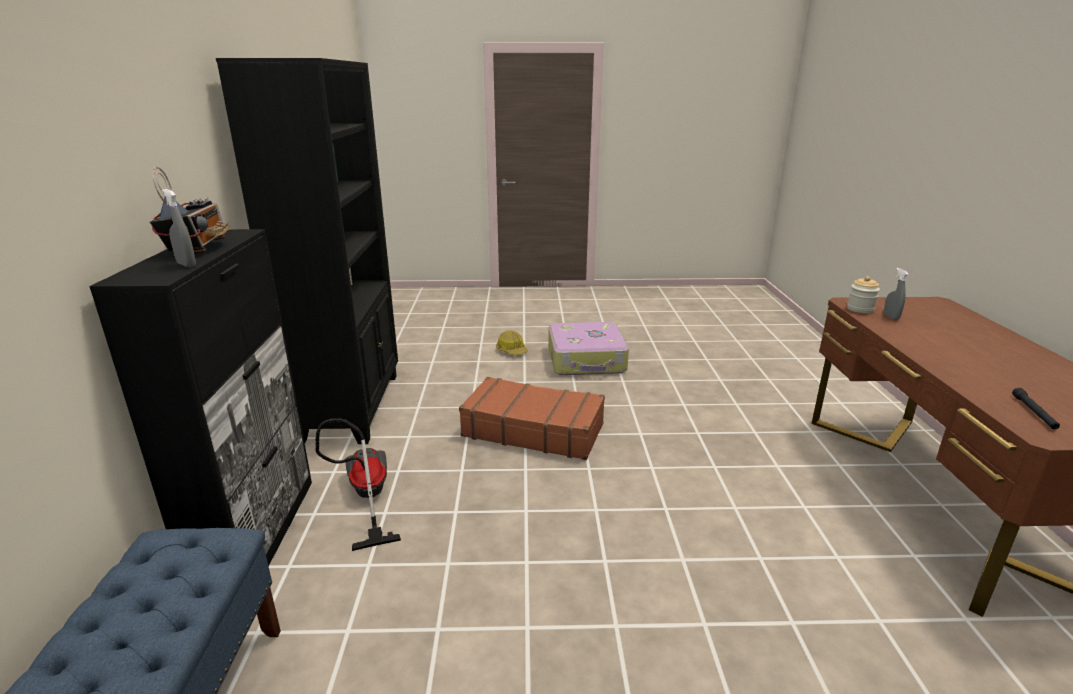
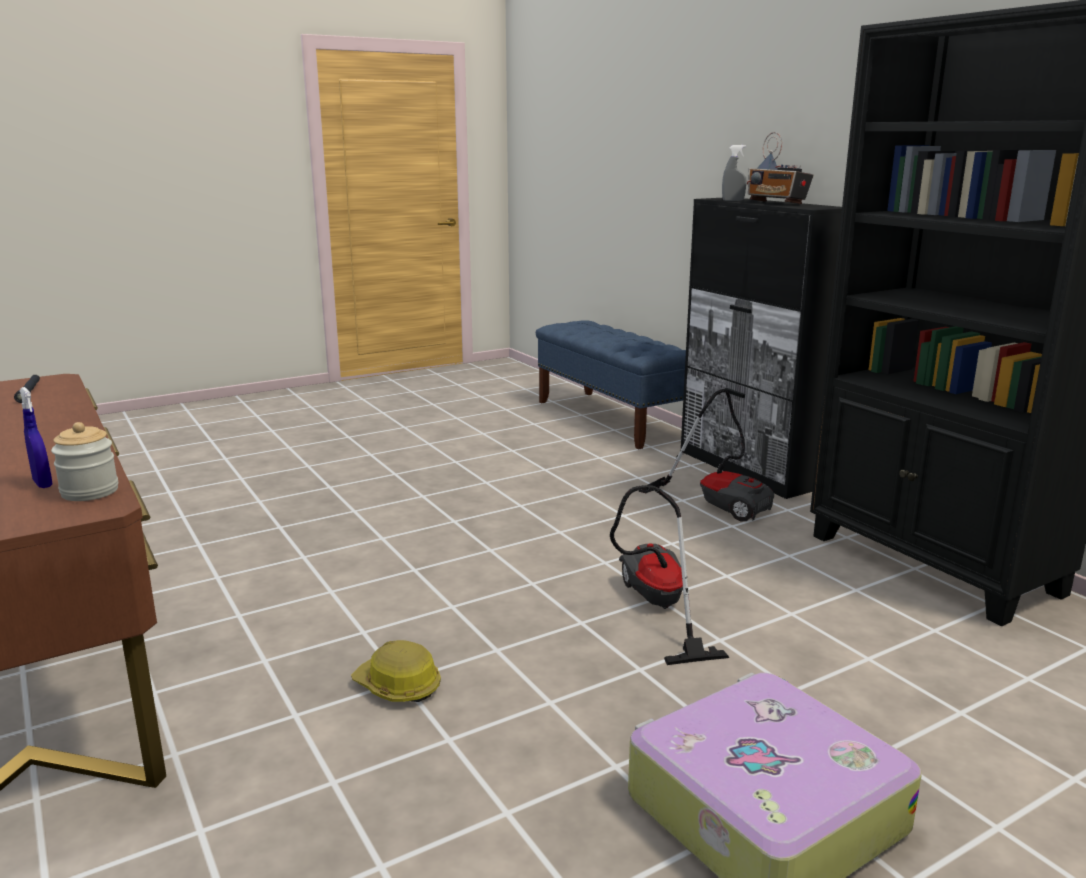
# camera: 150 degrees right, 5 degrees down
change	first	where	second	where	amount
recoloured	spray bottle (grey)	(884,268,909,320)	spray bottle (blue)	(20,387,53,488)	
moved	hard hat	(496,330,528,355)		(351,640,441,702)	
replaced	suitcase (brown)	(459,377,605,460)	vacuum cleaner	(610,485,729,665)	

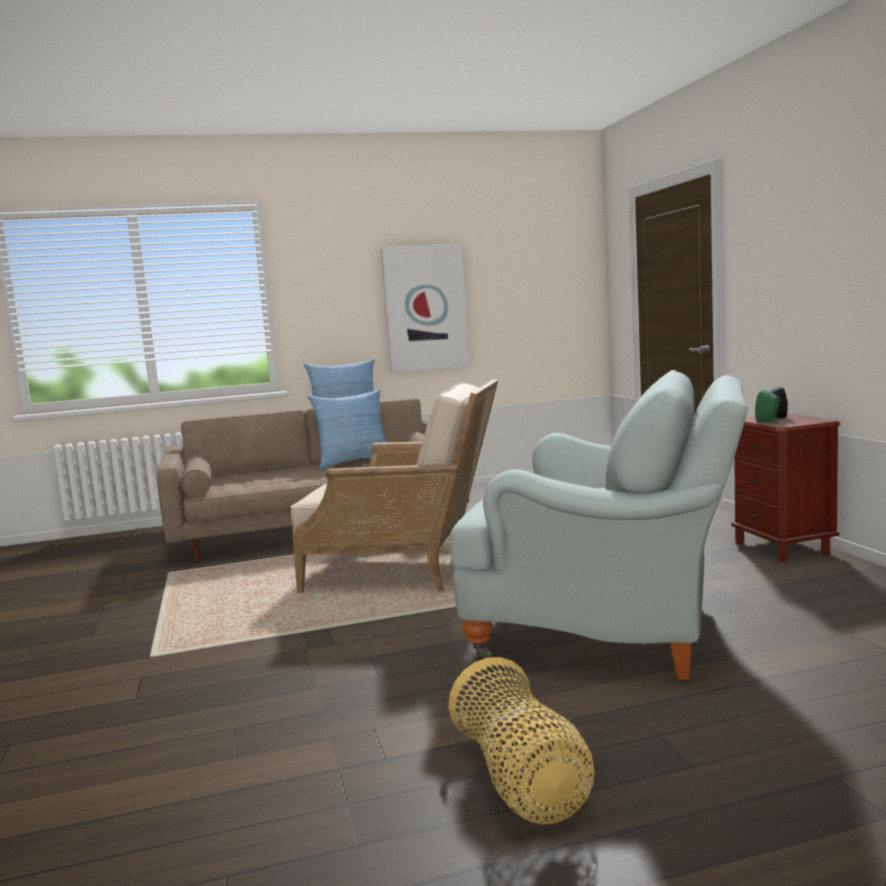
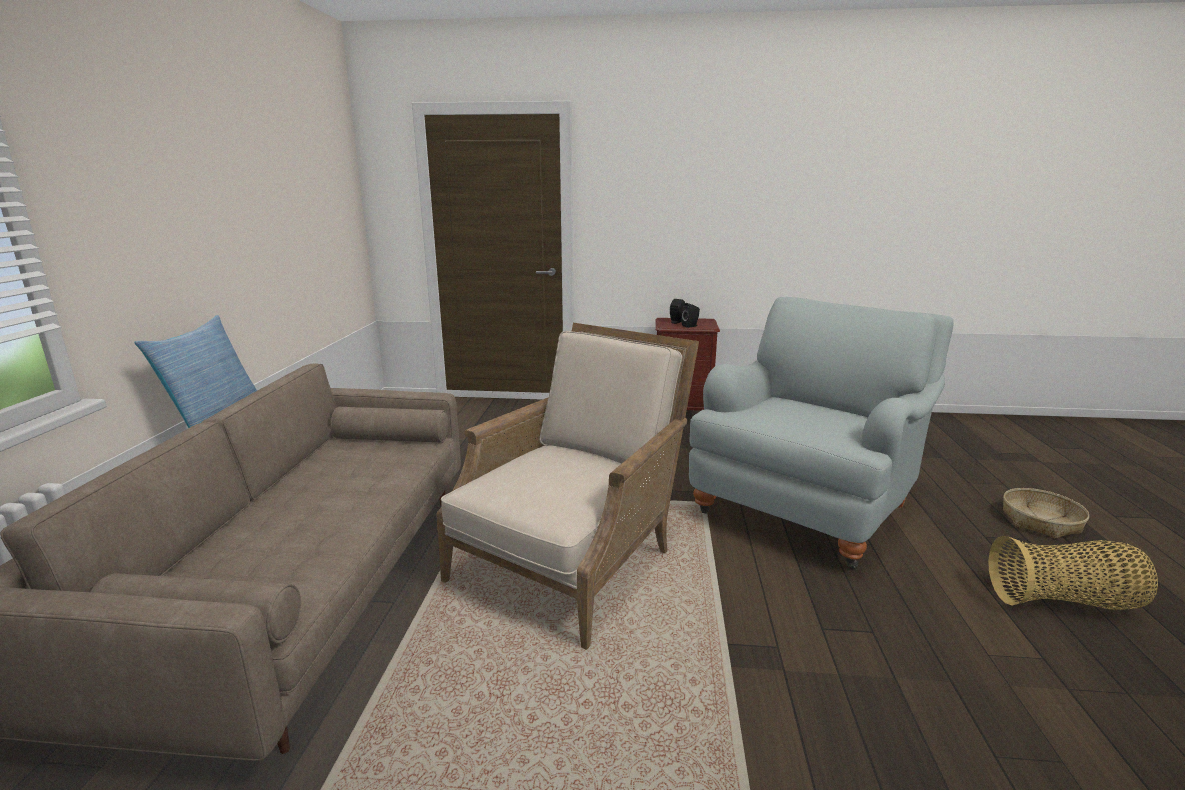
# camera: 70 degrees left, 10 degrees up
change	first	where	second	where	amount
removed	picture	(381,243,470,373)			
removed	pillow	(308,389,386,469)			
recoloured	speaker (green)	(755,390,781,423)	speaker (black)	(681,303,700,328)	
added			basket	(1003,488,1089,539)	

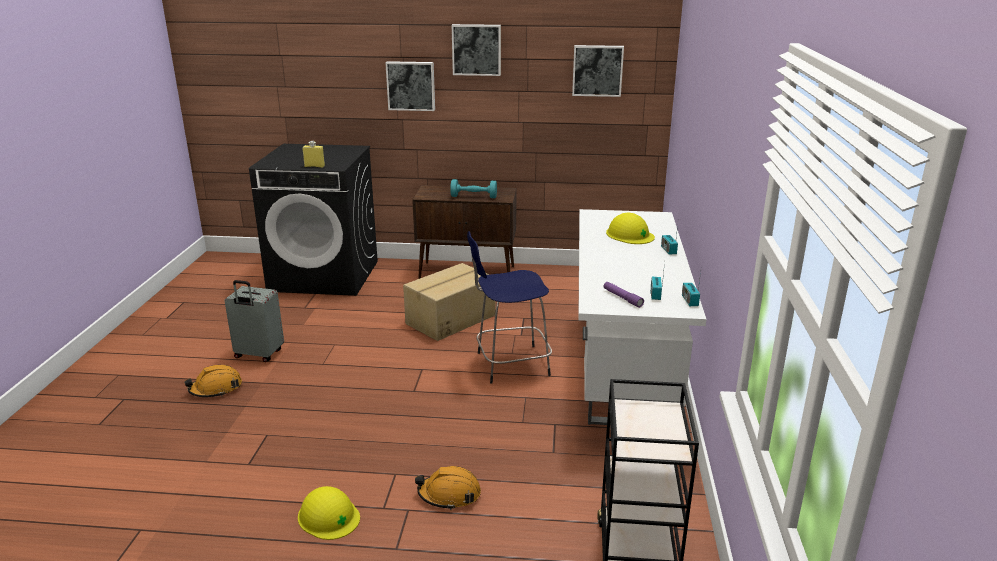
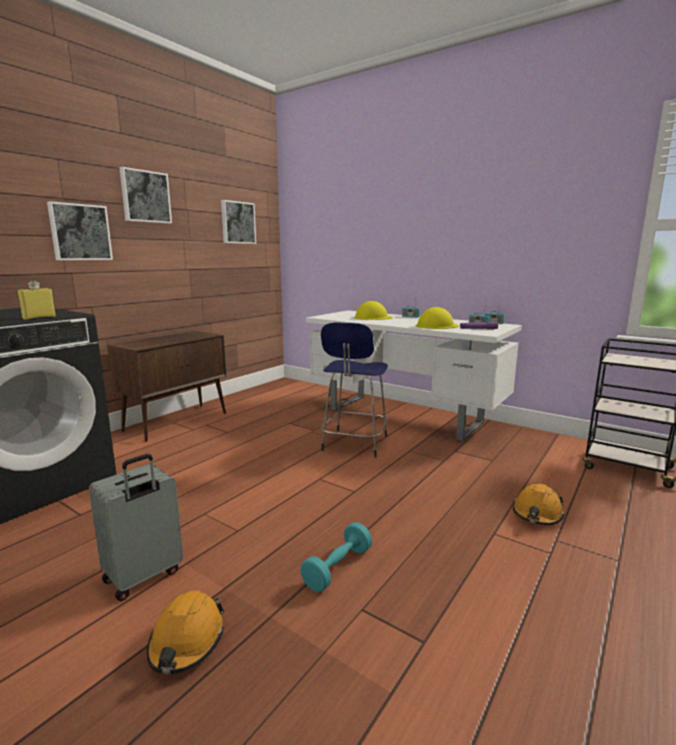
# camera: 60 degrees left, 10 degrees down
change	first	where	second	where	amount
moved	dumbbell (turquoise)	(450,179,497,198)		(300,522,372,592)	
removed	cardboard box	(403,263,496,341)			
moved	hard hat (yellow)	(298,486,360,540)		(416,307,459,329)	

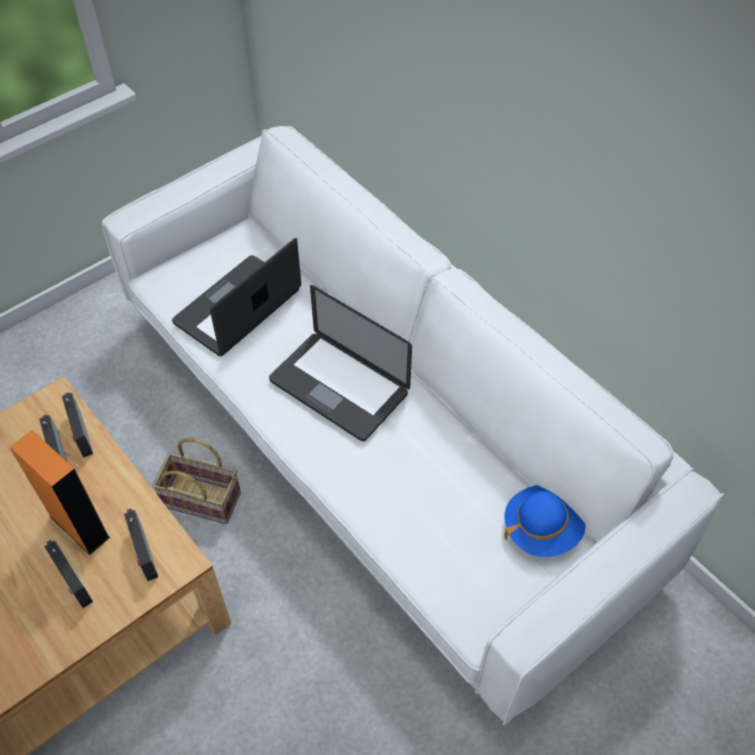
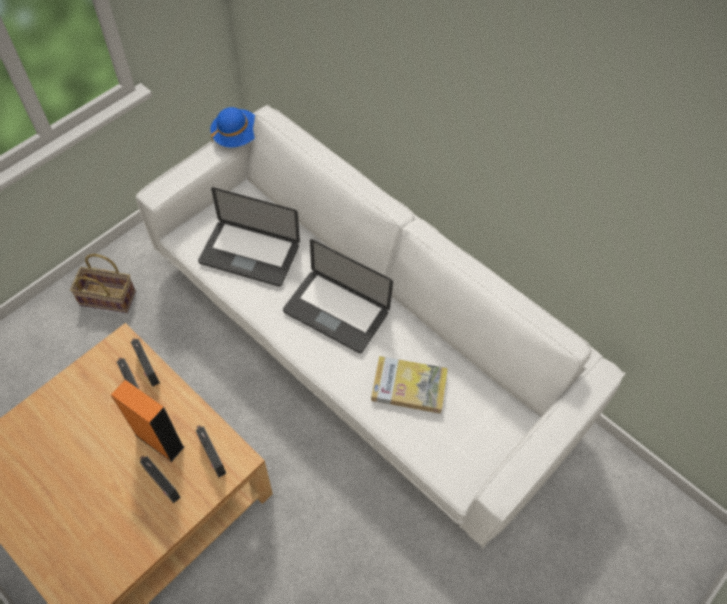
# camera: 10 degrees left, 5 degrees up
change	first	where	second	where	amount
turned	laptop	(172,238,301,356)		(198,187,300,286)	105 degrees counterclockwise
moved	basket	(152,438,241,524)		(70,254,136,313)	
moved	hat (blue)	(504,485,586,557)		(210,107,255,148)	
added			book	(371,356,448,413)	

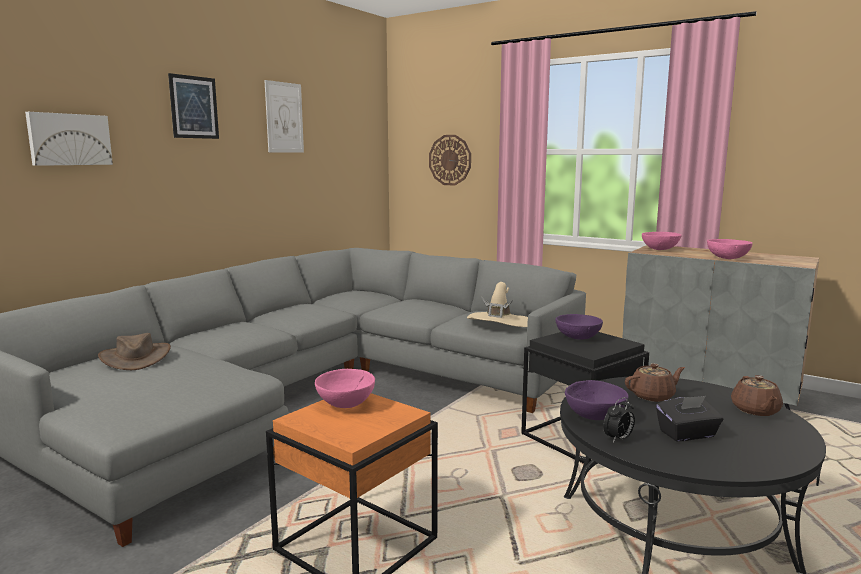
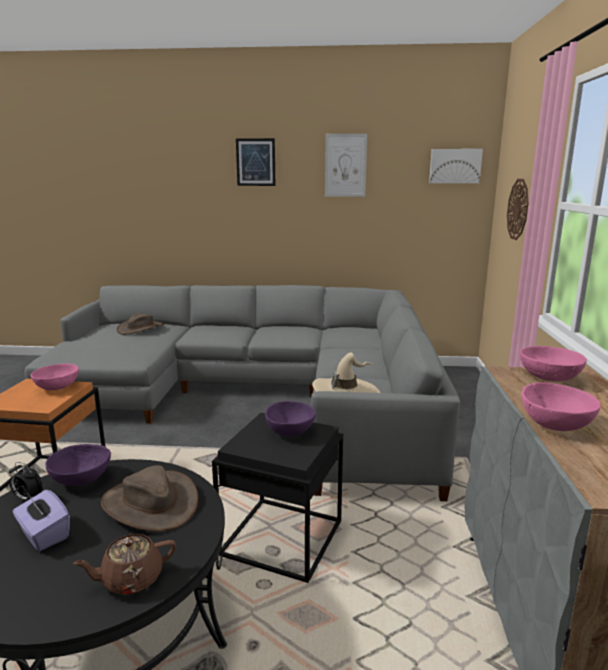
# camera: 60 degrees right, 5 degrees up
change	first	where	second	where	amount
moved	picture	(25,112,113,166)		(429,149,483,183)	
replaced	teapot (brown)	(625,363,685,402)	hat (brown)	(101,465,199,532)	
recoloured	tissue box (black)	(656,396,724,442)	tissue box (purple)	(13,490,70,551)	

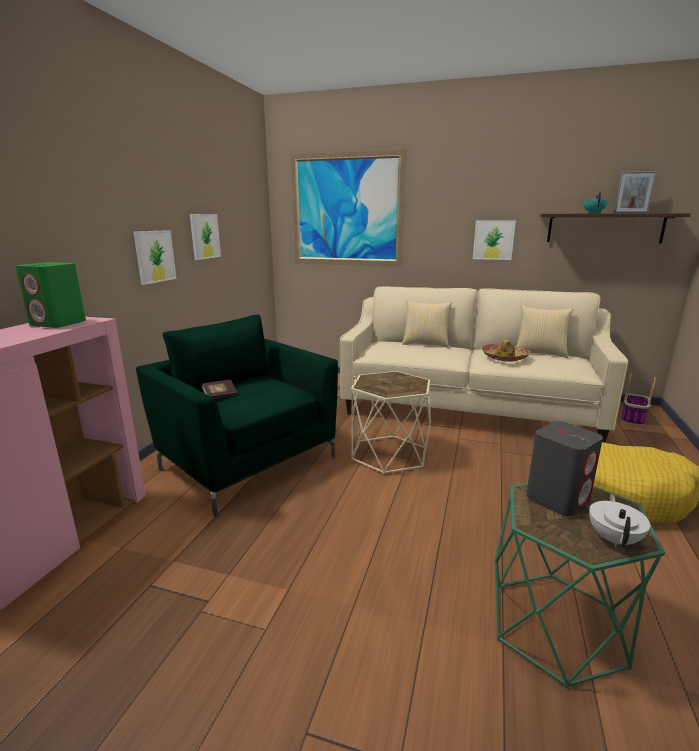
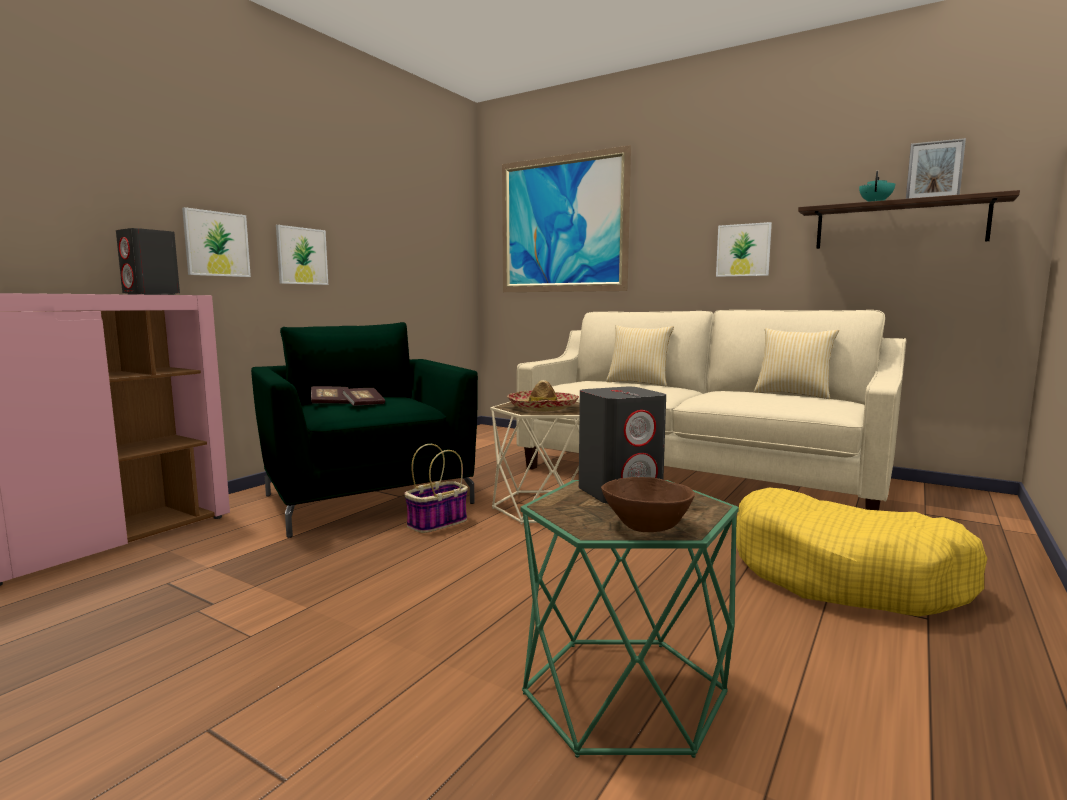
# camera: 15 degrees right, 10 degrees down
change	first	where	second	where	amount
moved	picture	(190,214,221,260)		(182,207,251,277)	
recoloured	speaker (green)	(15,262,86,328)	speaker (grey)	(116,228,180,295)	
moved	hat	(482,340,531,362)		(507,380,579,412)	
moved	basket	(622,373,656,426)		(404,444,468,533)	
replaced	teapot (white)	(589,494,650,548)	bowl (brown)	(601,477,695,532)	
added			book	(342,388,385,406)	

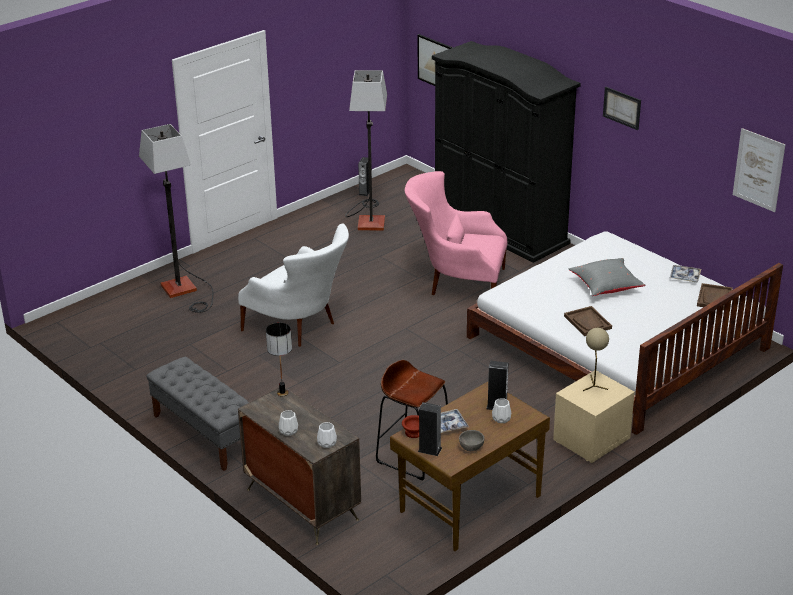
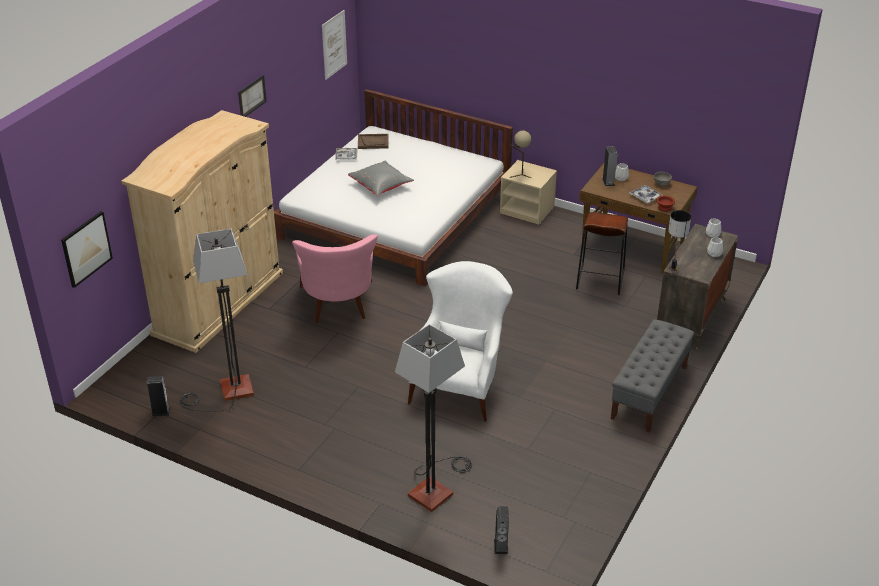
# camera: 110 degrees left, 5 degrees up
change	first	where	second	where	amount
recoloured	wardrobe (black)	(432,41,581,263)	wardrobe (beige)	(121,110,283,353)	
removed	tray (brown)	(564,306,612,336)			
moved	speaker	(418,402,442,456)		(494,506,509,554)	

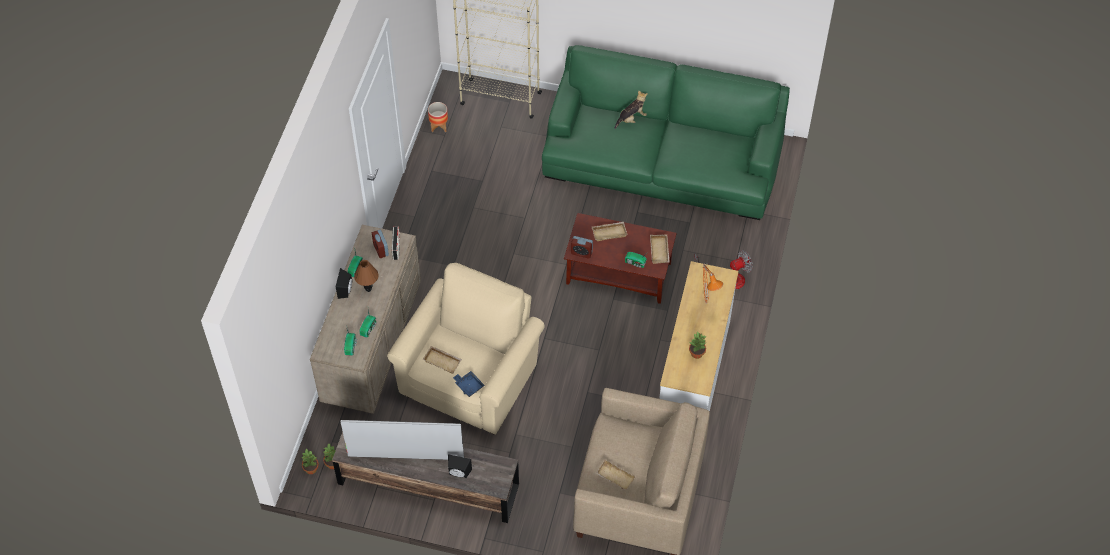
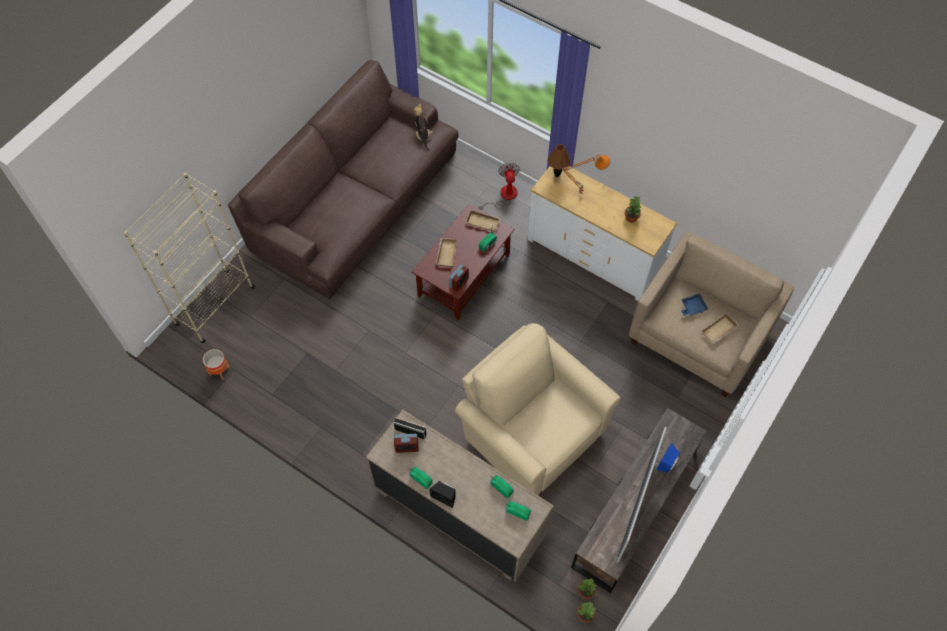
# camera: 70 degrees left, 5 degrees up
change	first	where	second	where	amount
recoloured	sofa (green)	(542,45,790,220)	sofa (brown)	(228,60,458,299)	
moved	plush toy	(614,90,648,129)		(413,103,433,151)	
moved	table lamp (brown)	(354,260,378,292)		(548,144,571,177)	
removed	tray (beige)	(423,346,462,374)			
moved	tray (blue)	(453,371,485,397)		(681,293,708,316)	
recoloured	speaker (black)	(448,454,472,478)	speaker (blue)	(657,443,680,473)	

